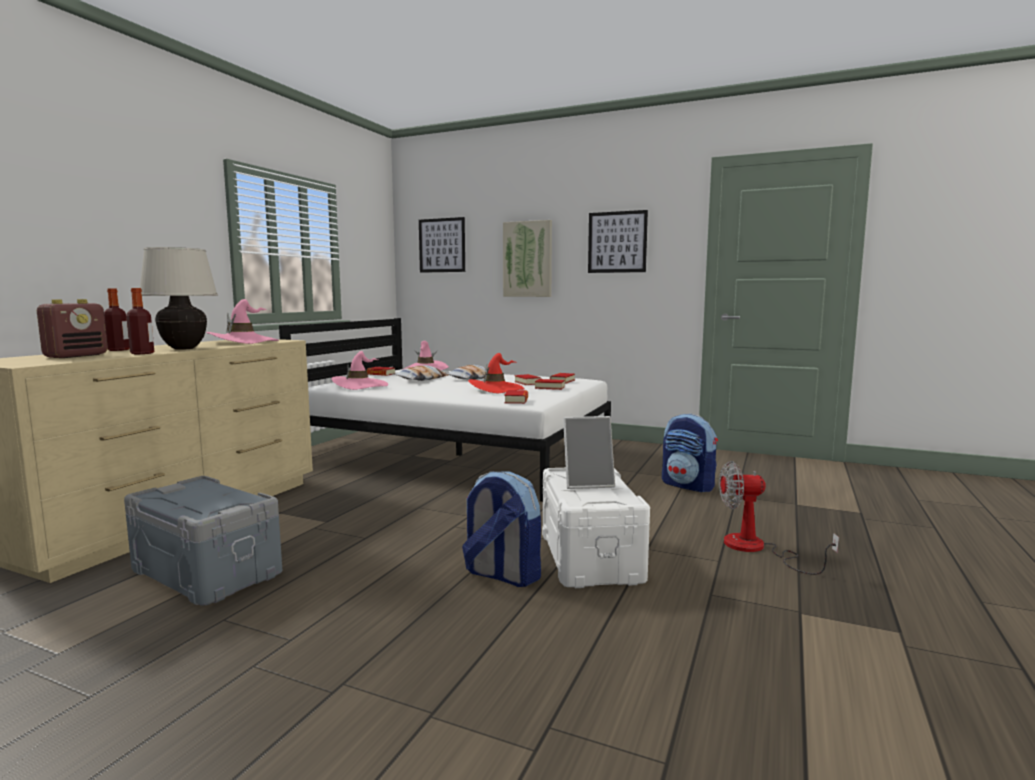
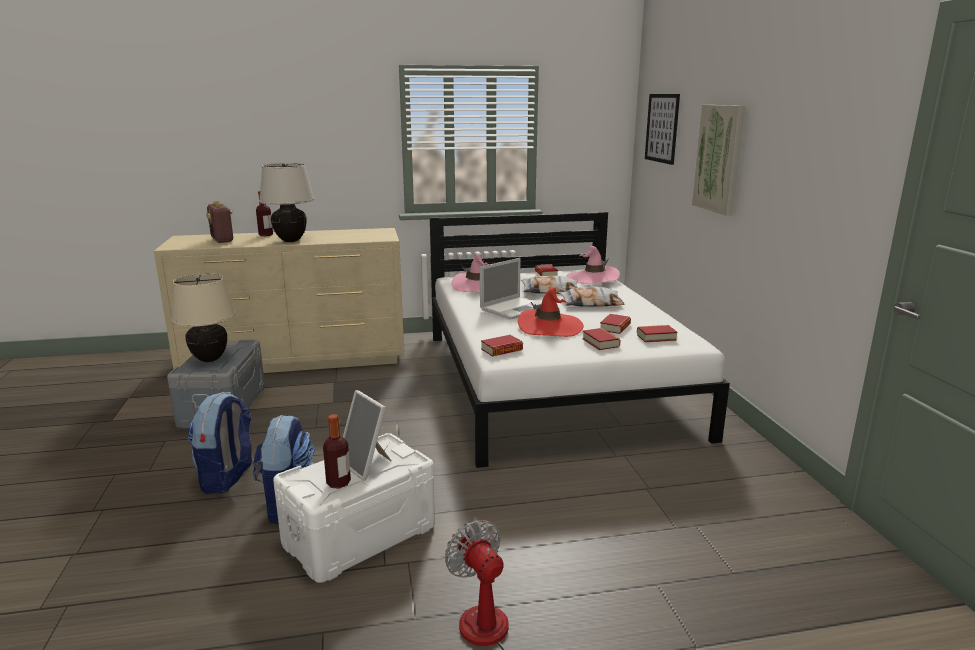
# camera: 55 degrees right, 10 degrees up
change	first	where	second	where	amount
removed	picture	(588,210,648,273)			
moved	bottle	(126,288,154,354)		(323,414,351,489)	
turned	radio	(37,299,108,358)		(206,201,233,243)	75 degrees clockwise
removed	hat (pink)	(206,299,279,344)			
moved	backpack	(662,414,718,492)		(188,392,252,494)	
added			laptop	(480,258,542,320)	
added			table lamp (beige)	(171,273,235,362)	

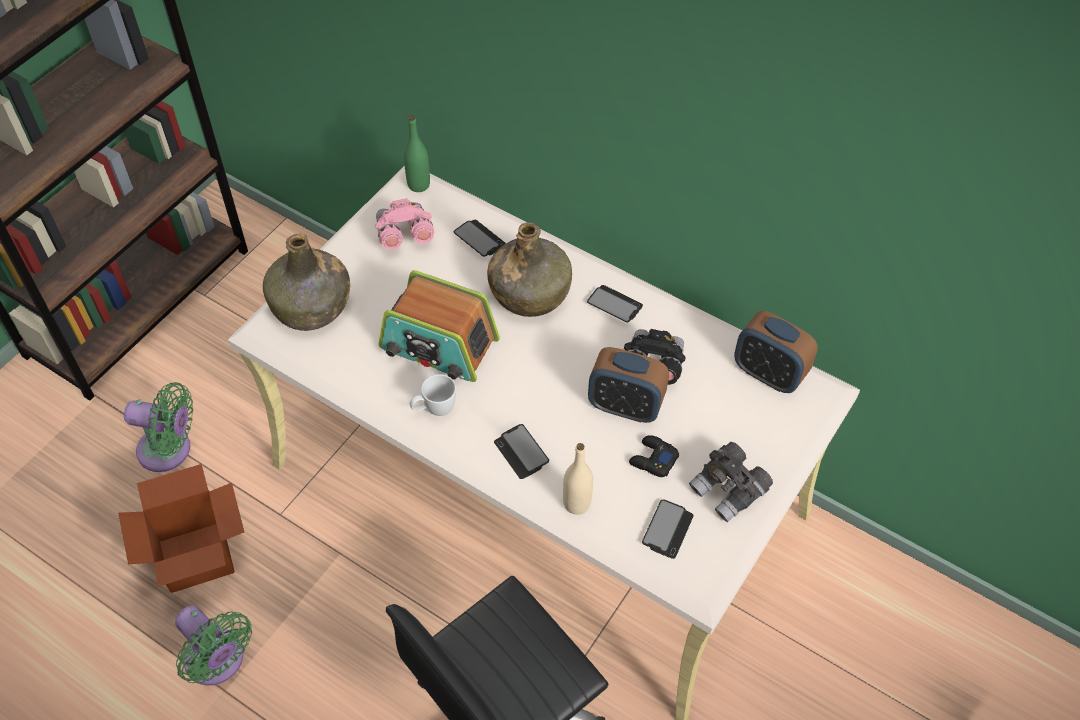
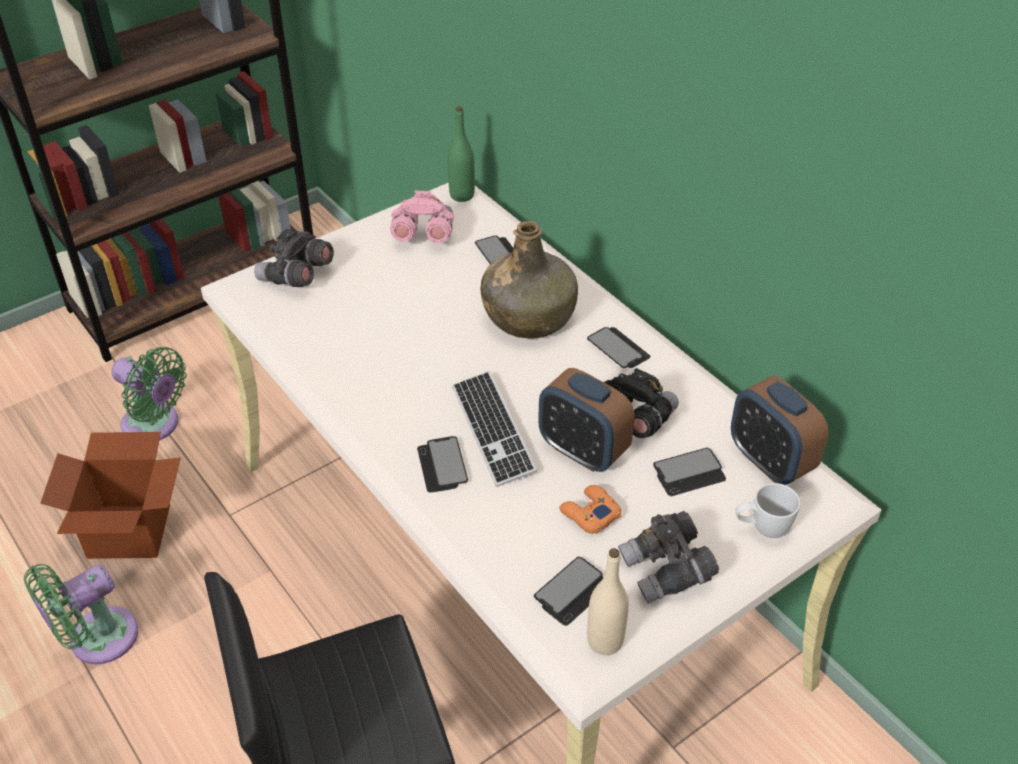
# camera: 20 degrees right, 10 degrees down
change	first	where	second	where	amount
replaced	bottle (green)	(263,234,350,331)	binoculars (grey)	(254,229,334,287)	
removed	radio	(378,270,500,382)			
moved	mug (white)	(409,374,456,416)		(735,483,801,538)	
recoloured	game controller (black)	(629,435,679,477)	game controller (orange)	(559,485,621,534)	
moved	bottle (beige)	(563,443,593,515)		(587,548,629,655)	
turned	fan (green)	(175,605,252,686)		(24,564,138,664)	75 degrees clockwise
added			keyboard	(452,371,537,487)	
added			phone	(653,448,726,496)	

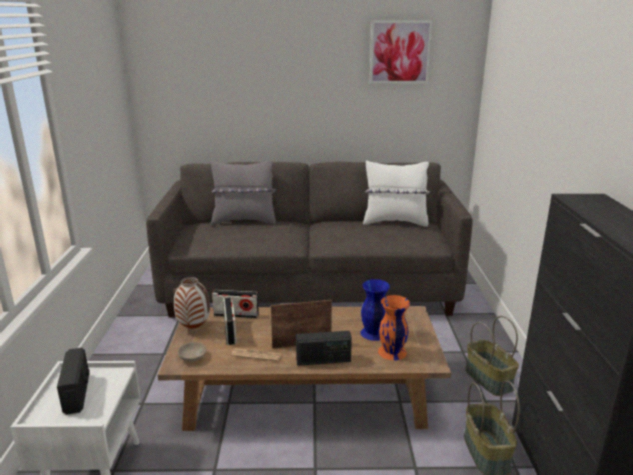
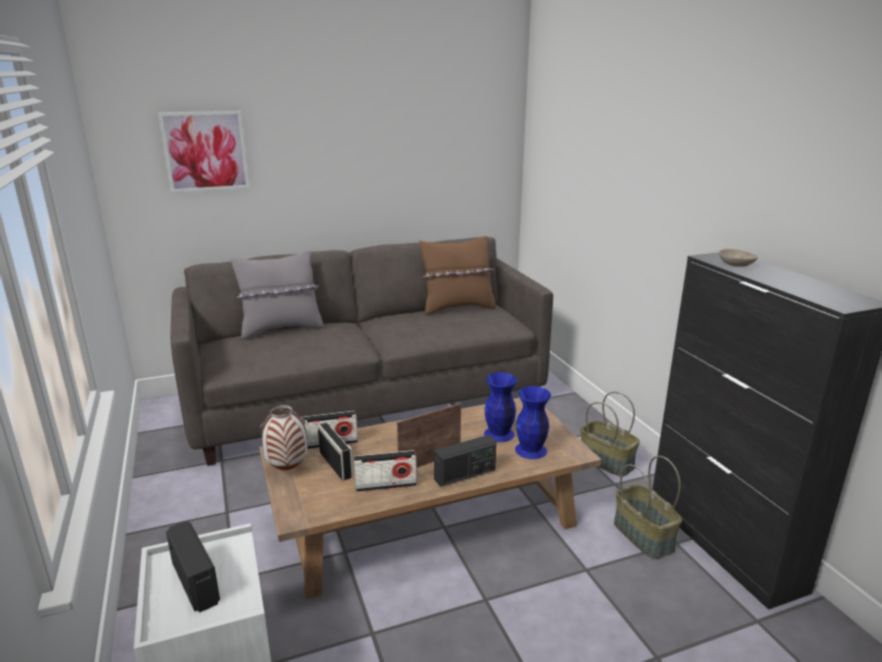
# camera: 20 degrees left, 0 degrees up
change	first	where	second	where	amount
moved	picture	(369,20,433,84)		(158,111,250,193)	
recoloured	pillow (white)	(363,160,430,227)	pillow (brown)	(419,236,496,315)	
recoloured	vase (orange)	(378,295,410,360)	vase (blue)	(515,386,551,459)	
moved	bowl (beige)	(178,342,206,362)		(719,249,758,267)	
replaced	newspaper	(231,348,281,361)	radio	(354,450,417,492)	

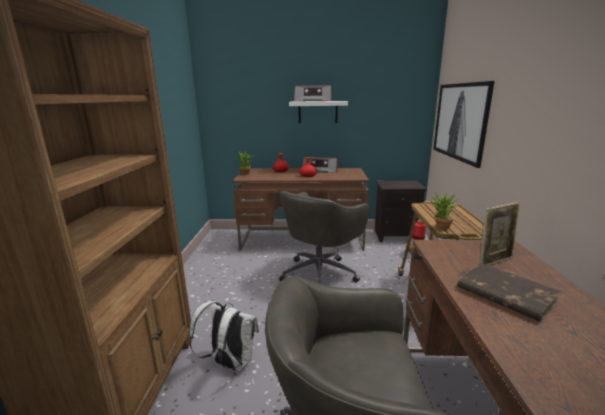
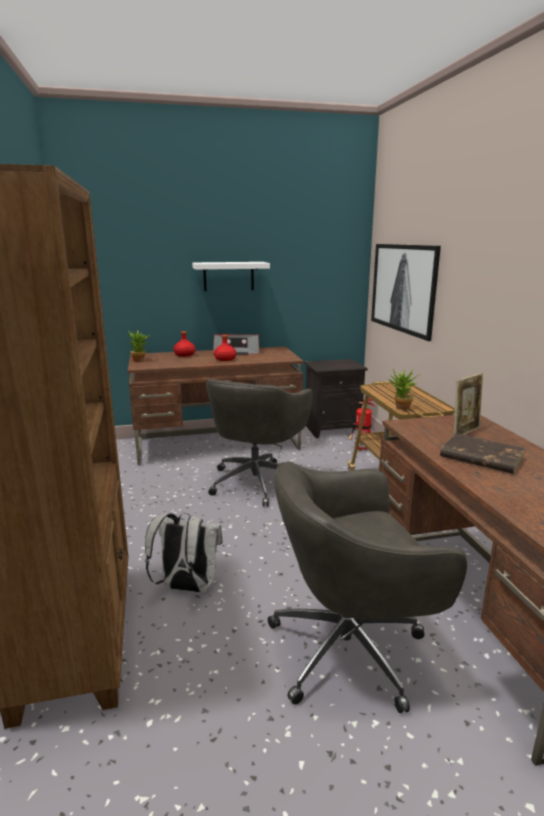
# camera: 15 degrees left, 0 degrees up
change	first	where	second	where	amount
removed	radio	(294,85,332,102)			

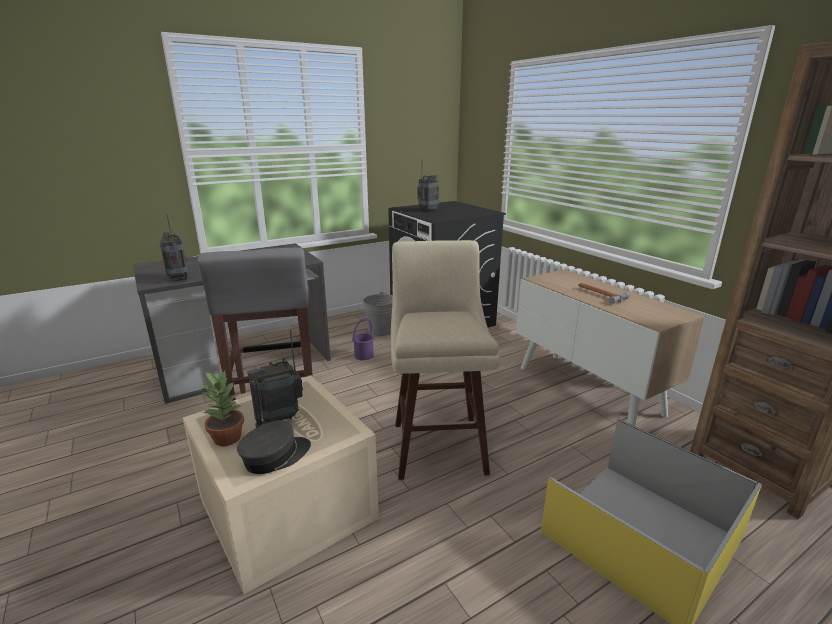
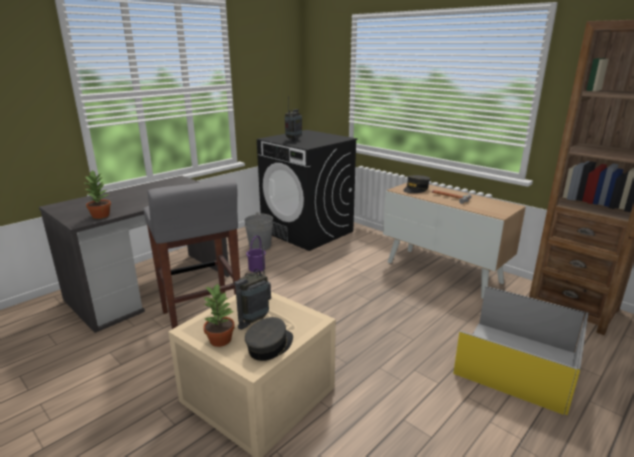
# camera: 15 degrees left, 0 degrees up
change	first	where	second	where	amount
replaced	radio	(160,215,188,281)	potted plant	(84,170,111,219)	
removed	stool (beige)	(391,240,500,480)			
added			cap (grey)	(403,175,430,193)	

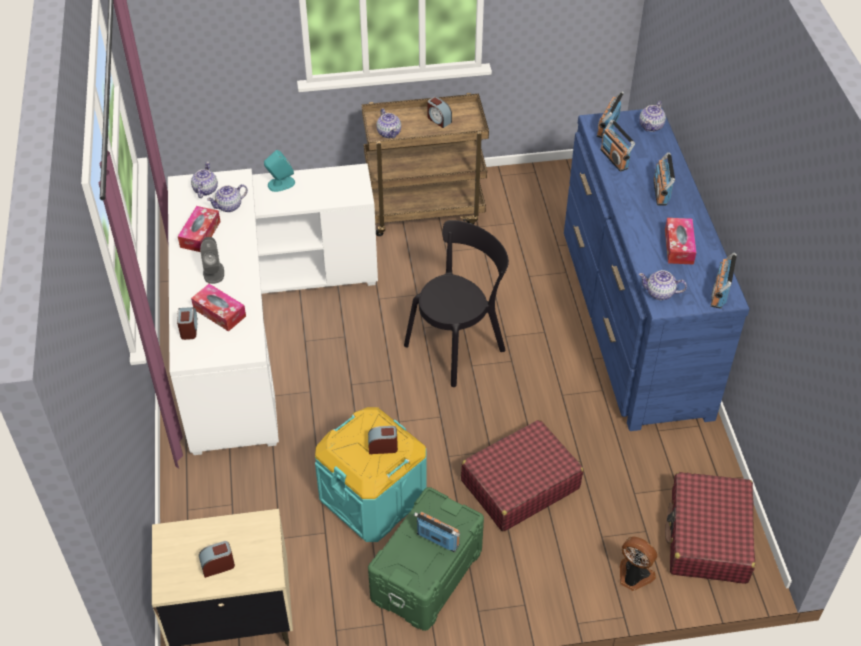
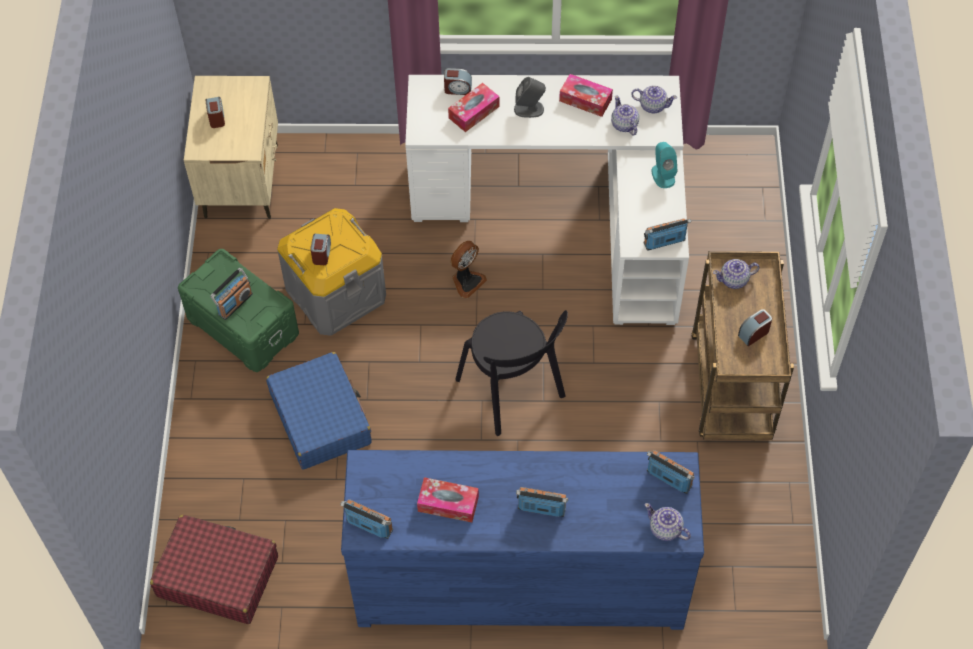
# camera: 100 degrees right, 10 degrees up
change	first	where	second	where	amount
moved	radio	(600,120,635,172)		(644,218,691,251)	
removed	teapot	(639,270,687,300)			
recoloured	storage box (turquoise)	(315,407,427,542)	storage box (grey)	(277,208,386,336)	
recoloured	suitcase (red)	(461,420,583,531)	suitcase (blue)	(266,352,372,469)	
moved	fan	(620,537,657,591)		(450,241,487,298)	

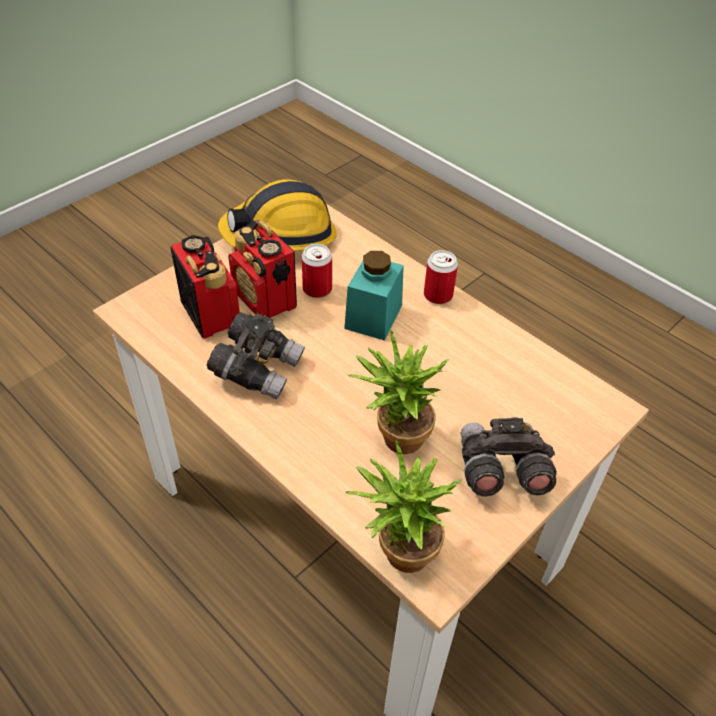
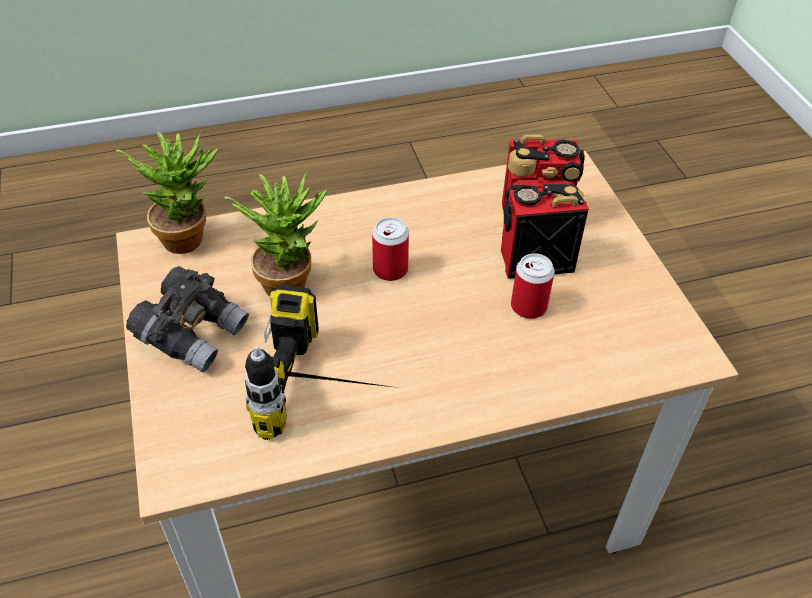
# camera: 120 degrees right, 0 degrees up
change	first	where	second	where	amount
removed	hard hat	(218,179,336,251)			
moved	can	(424,250,458,304)		(372,217,409,281)	
removed	jar (turquoise)	(344,251,404,341)			
removed	binoculars (grey)	(207,312,305,400)			
added			power drill	(245,285,398,440)	

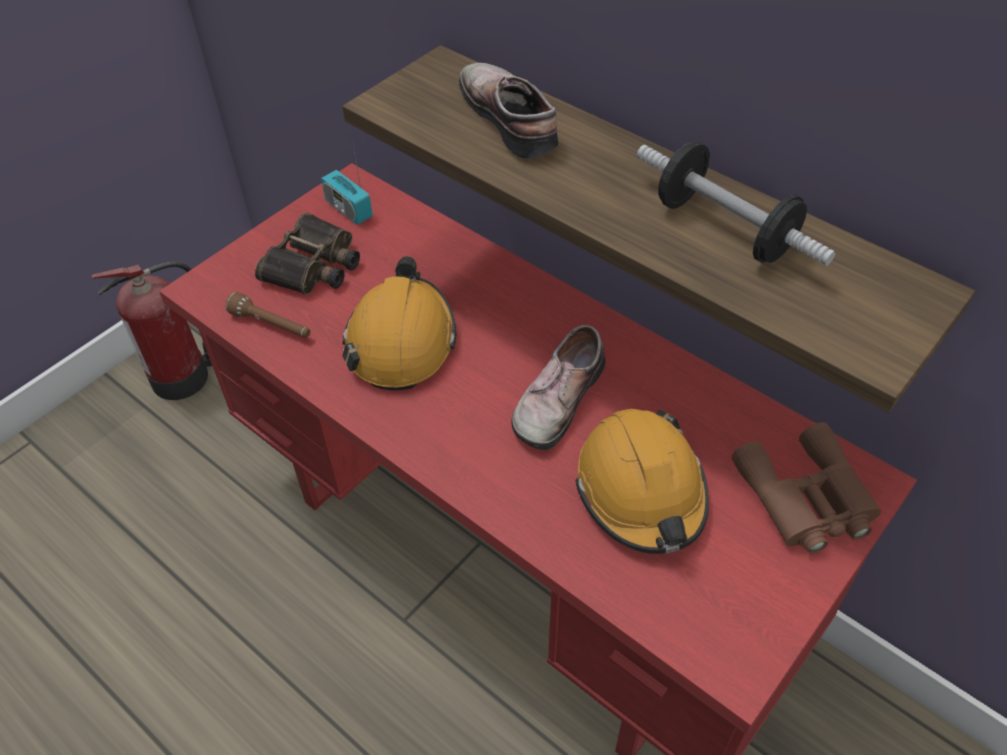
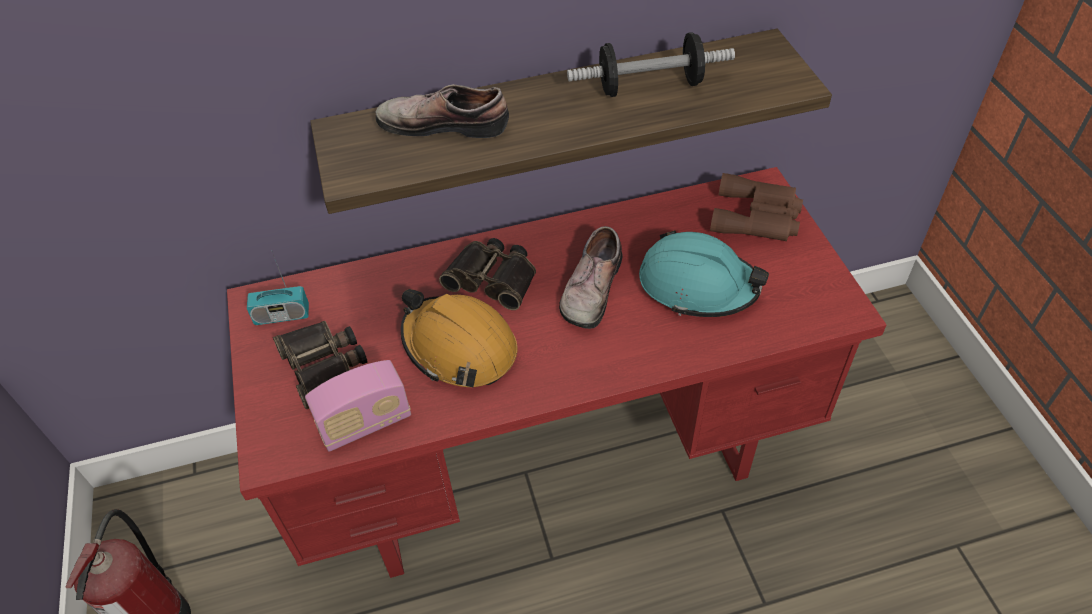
# camera: 55 degrees left, 0 degrees up
change	first	where	second	where	amount
replaced	flashlight (brown)	(226,292,311,338)	radio	(305,360,411,452)	
turned	shoe	(511,325,606,450)		(559,226,622,329)	45 degrees clockwise
recoloured	hard hat (orange)	(576,409,709,554)	hard hat (turquoise)	(639,230,769,317)	
added			binoculars	(439,238,536,310)	

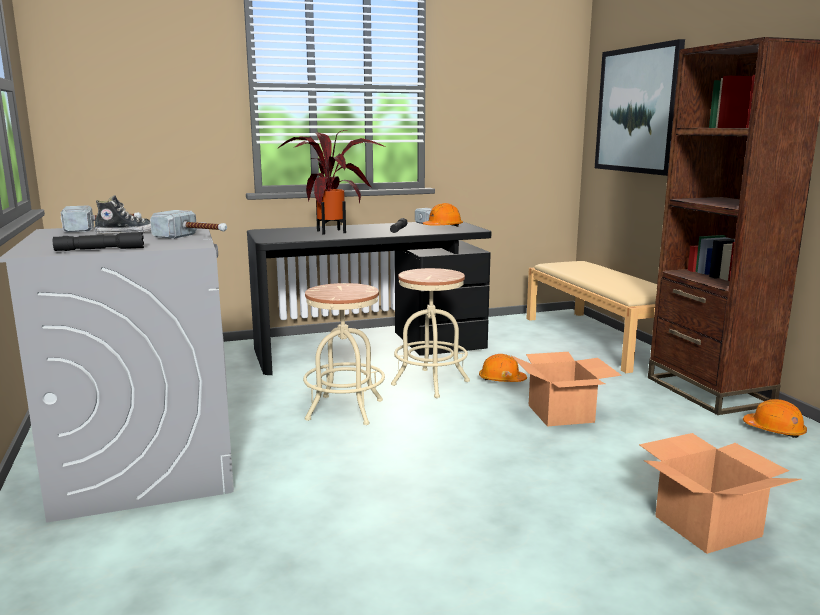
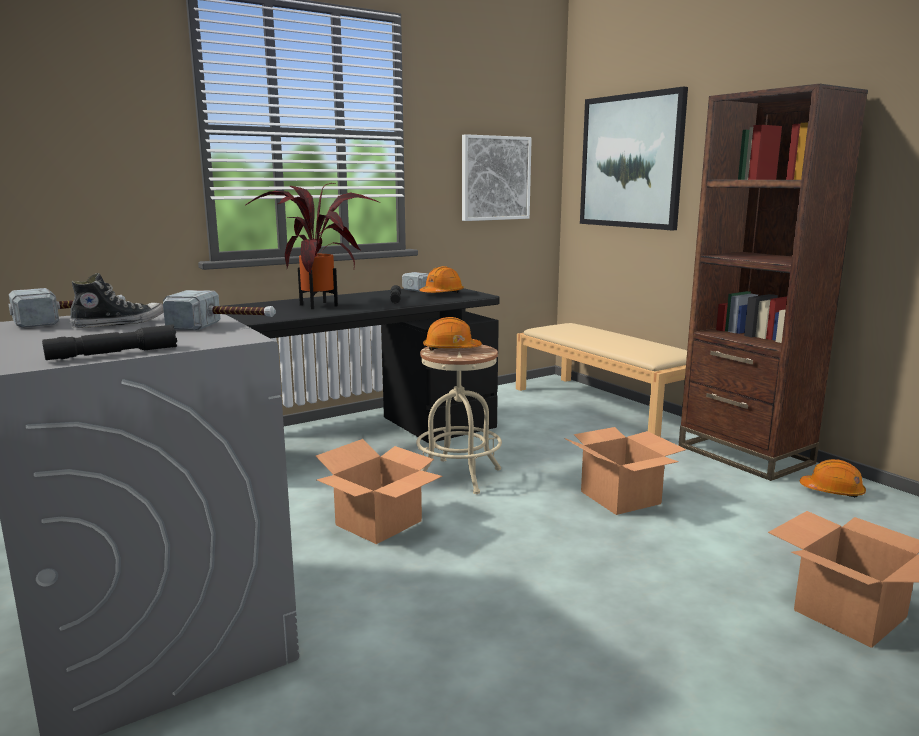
# camera: 15 degrees left, 0 degrees up
change	first	where	second	where	amount
replaced	stool (beige)	(303,283,385,425)	cardboard box	(316,439,443,544)	
moved	hard hat (orange)	(479,354,527,382)		(423,317,482,350)	
added			picture	(462,134,532,221)	

